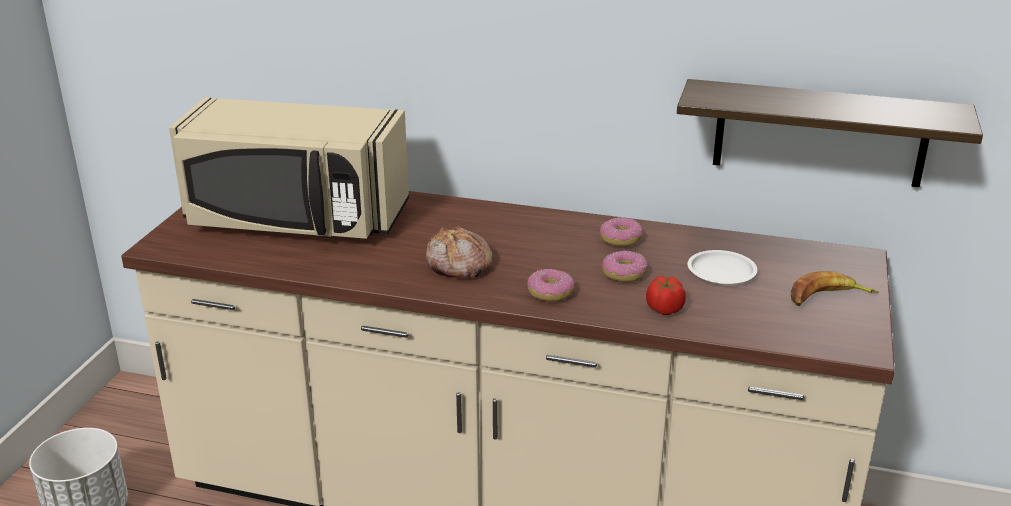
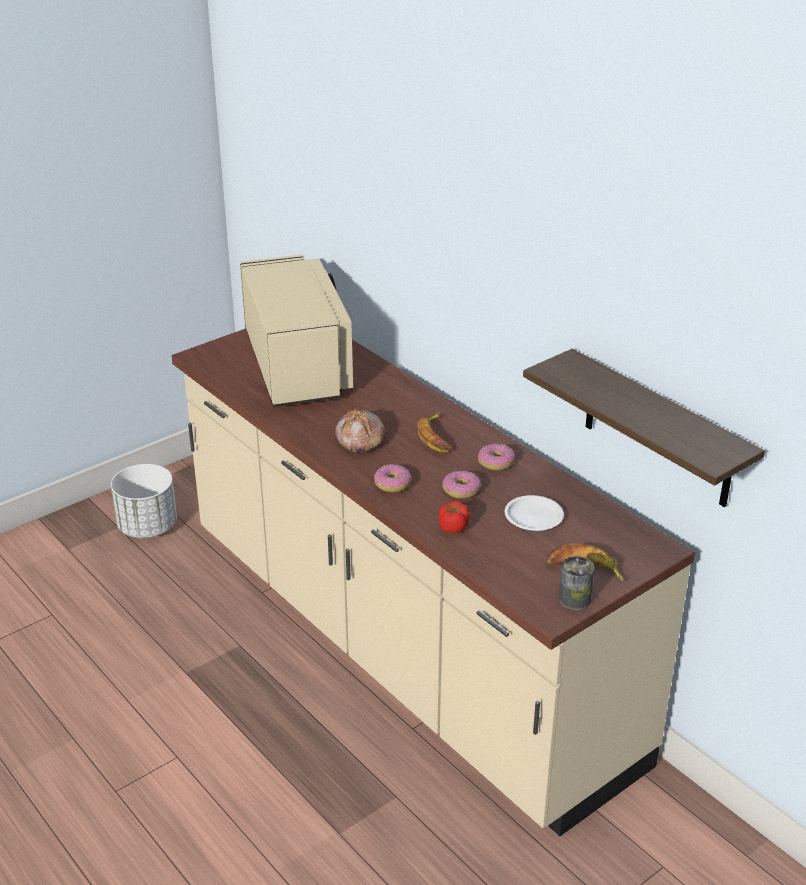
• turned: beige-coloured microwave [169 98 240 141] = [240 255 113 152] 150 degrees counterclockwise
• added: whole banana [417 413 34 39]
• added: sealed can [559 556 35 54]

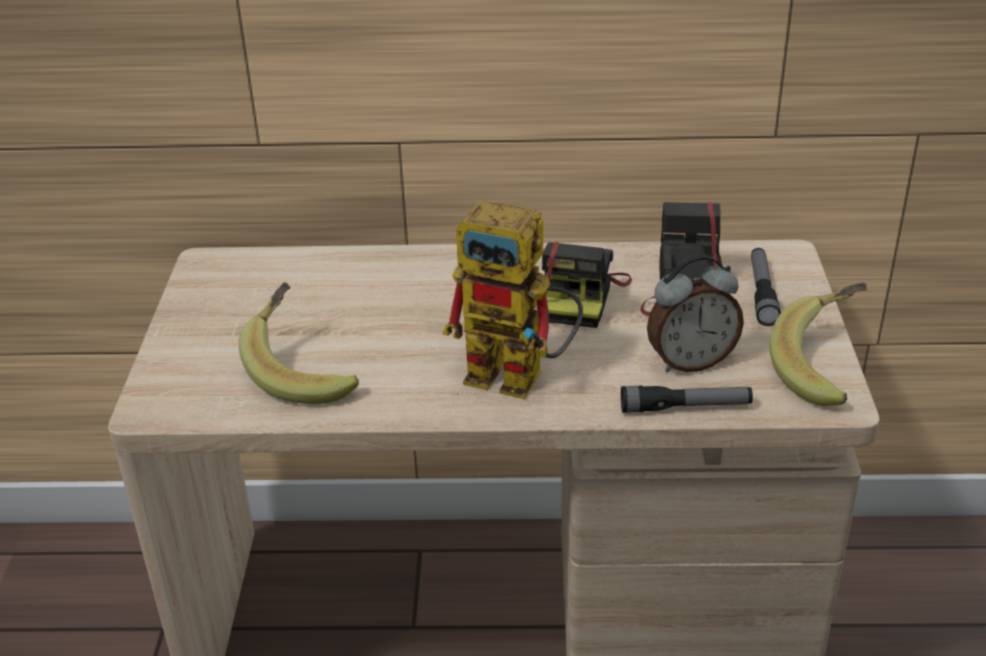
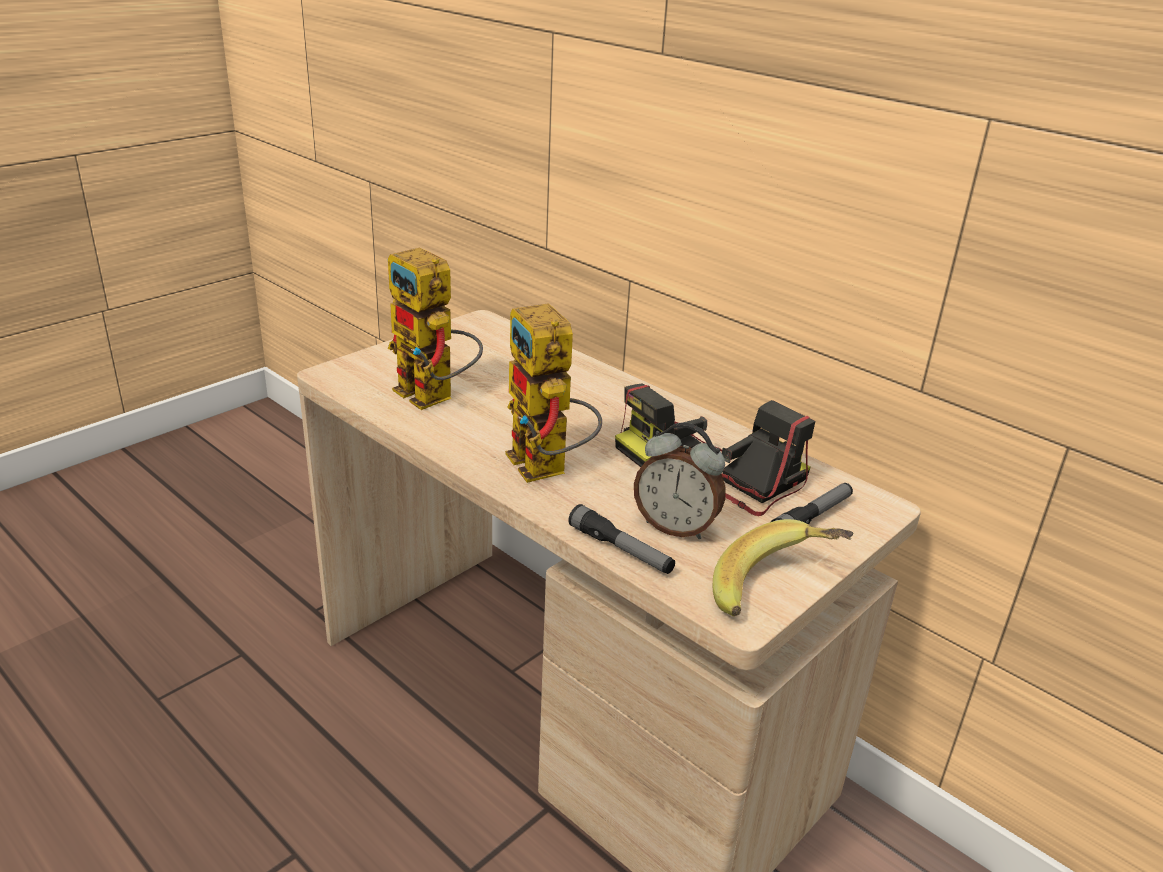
• replaced: whole banana [239 282 120 122] to toy robot [388 247 95 163]

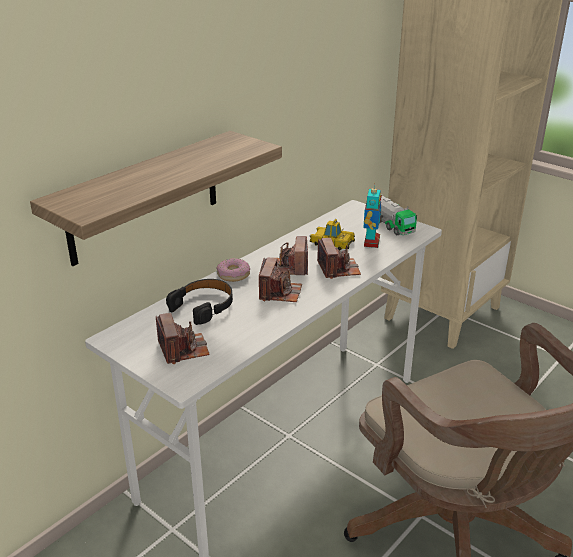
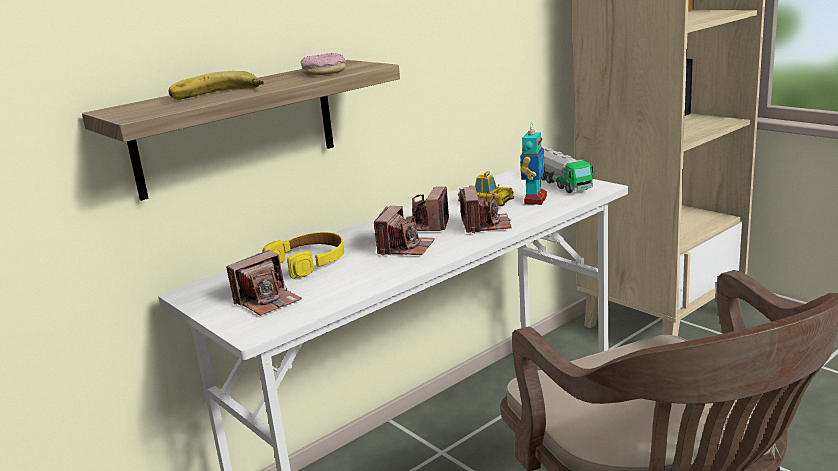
• turned: still camera [156 313 54 51] = [226 250 76 66] 60 degrees clockwise
• recoloured: black headphones [166 279 67 46] to yellow-coloured headphones [262 232 82 47]
• moved: ring doughnut [216 258 34 24] to [301 53 45 23]
• added: whole banana [169 71 95 29]

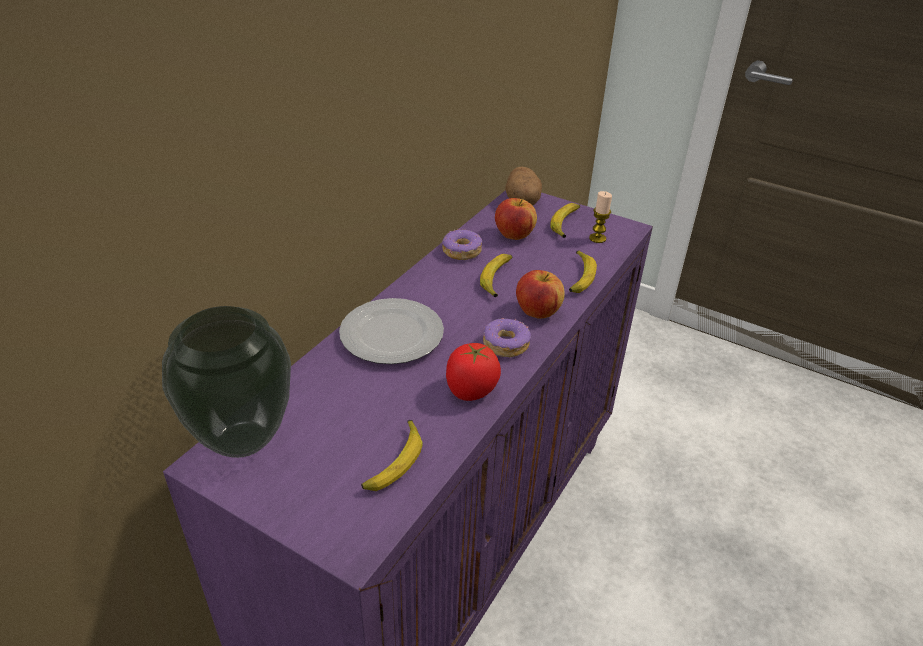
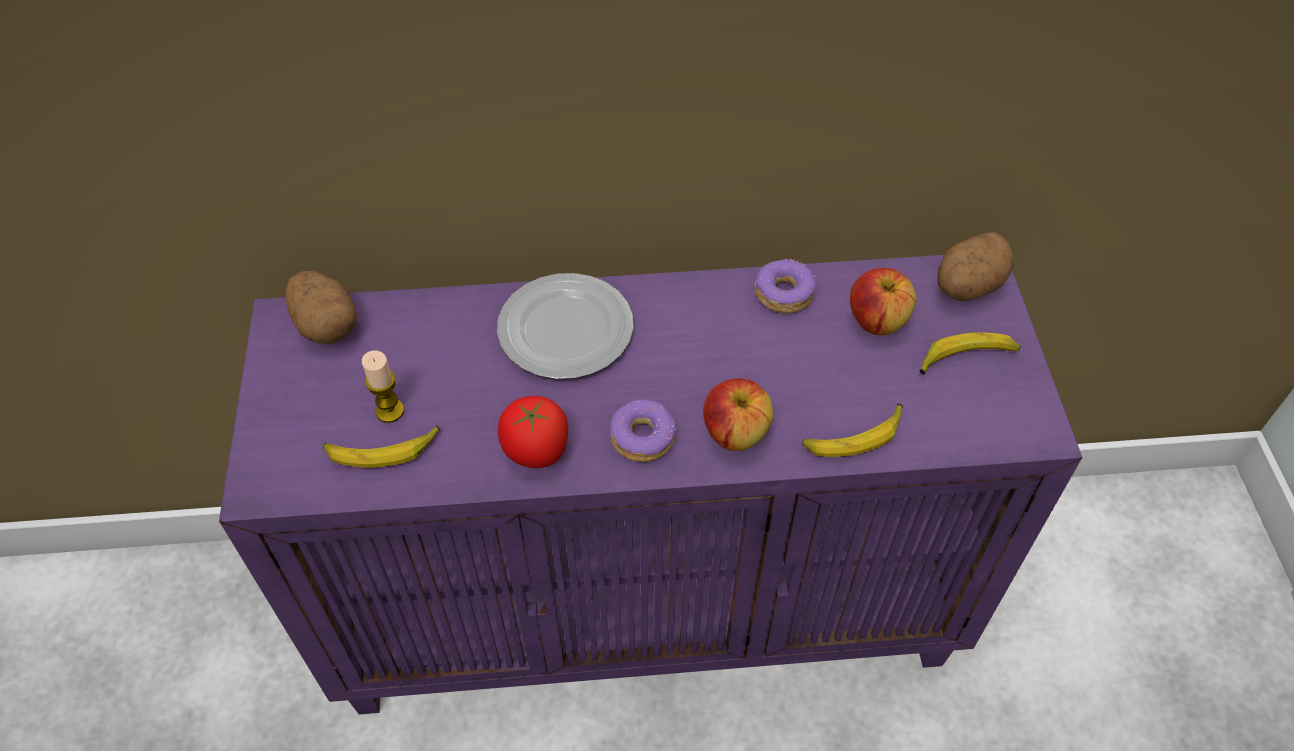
• replaced: decorative vase [162 306 129 152] to whole potato [285 271 72 73]
• removed: whole banana [480 254 33 43]
• moved: wax candle [589 191 23 52] to [362 350 42 73]

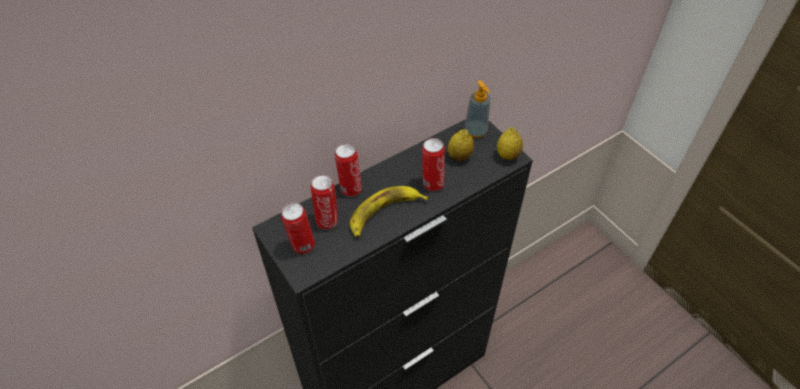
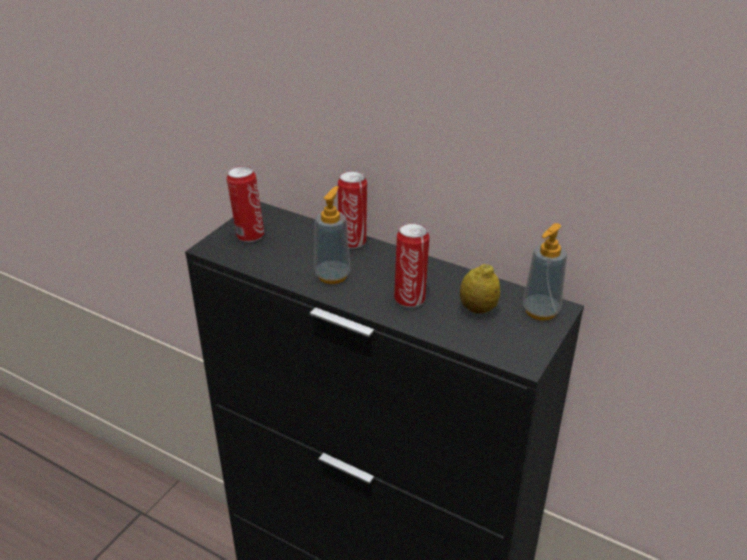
• removed: sealed can [311 175 27 55]
• replaced: whole banana [350 186 78 51] to liquid soap bottle [314 186 36 98]
• removed: whole lemon [497 127 26 33]

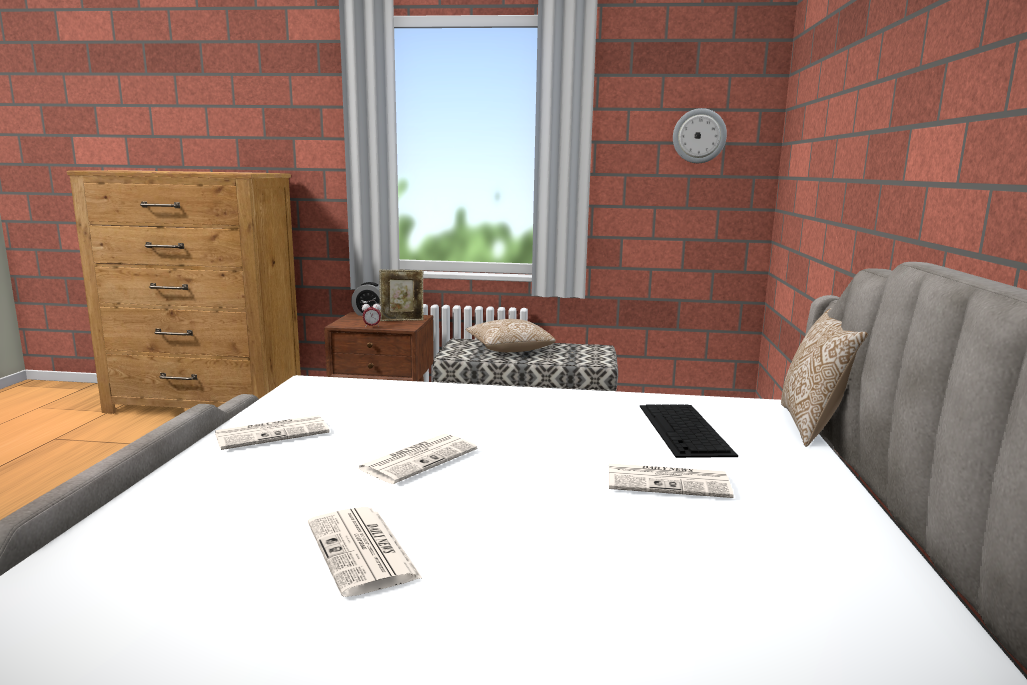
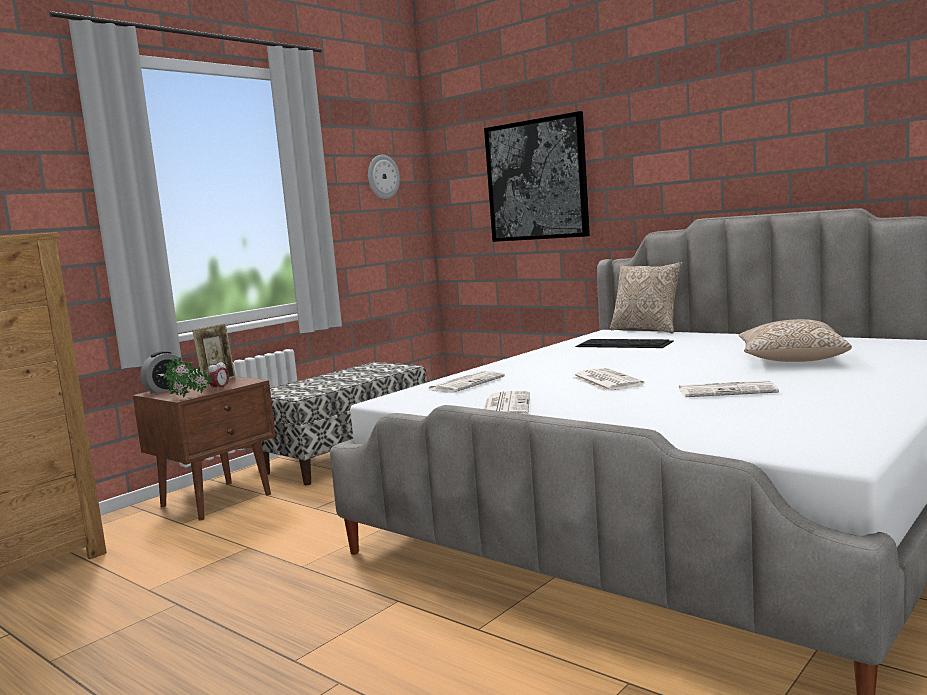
• moved: pillow [466 319 90 33] to [739 319 113 43]
• moved: daily paper [609 463 125 35] to [428 371 77 22]
• added: houseplant [164 357 49 40]
• added: wall art [484 111 106 131]

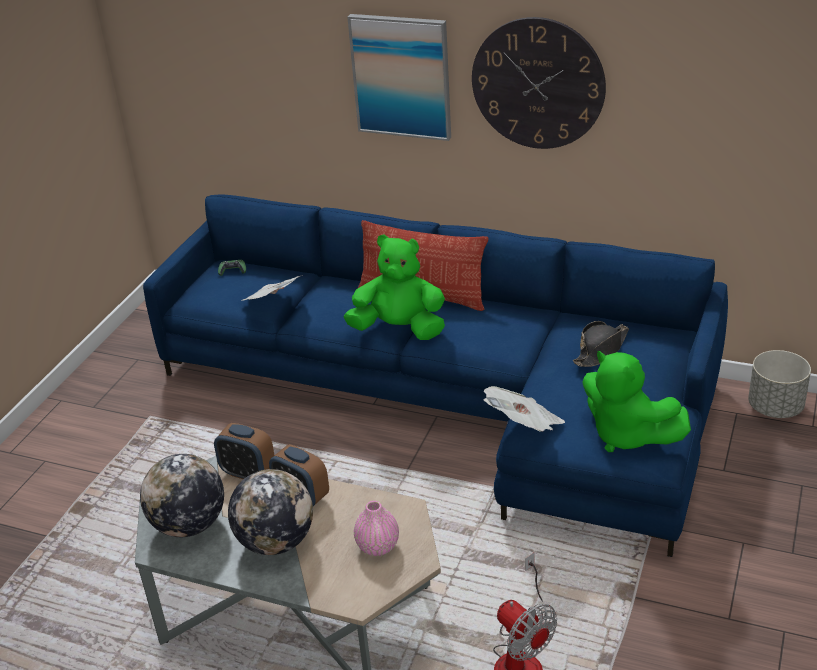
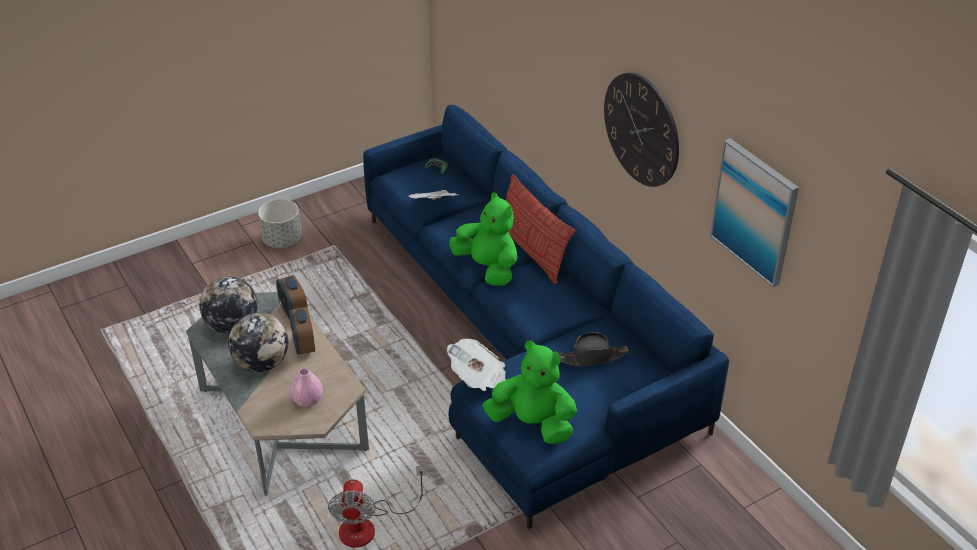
• moved: wall art [347 14 104 127] to [710 138 89 149]
• turned: greenish cuddly toy [582 351 109 101] = [482 341 95 103] 120 degrees clockwise
• moved: gray plant pot [748 350 63 68] to [258 199 44 49]

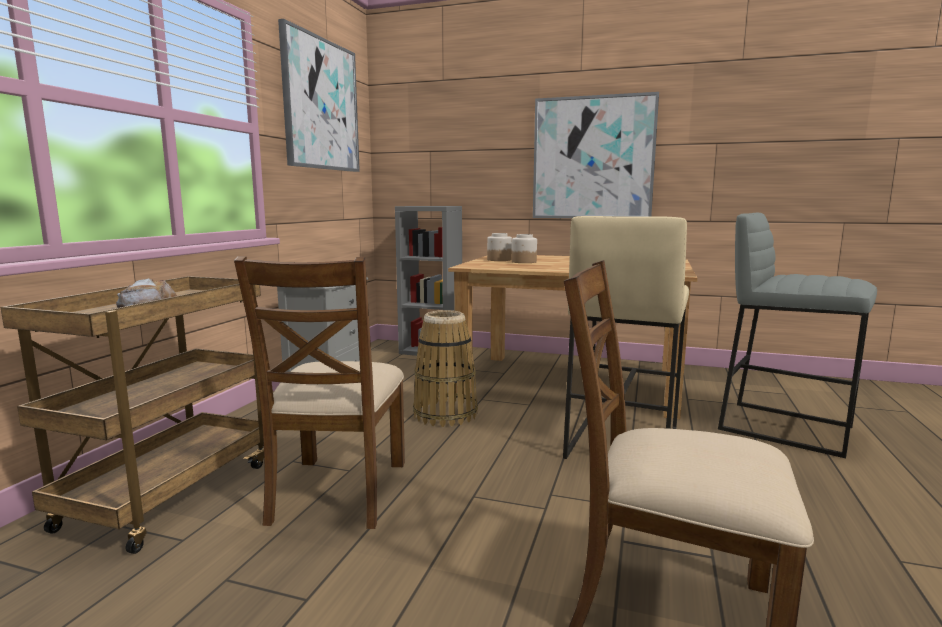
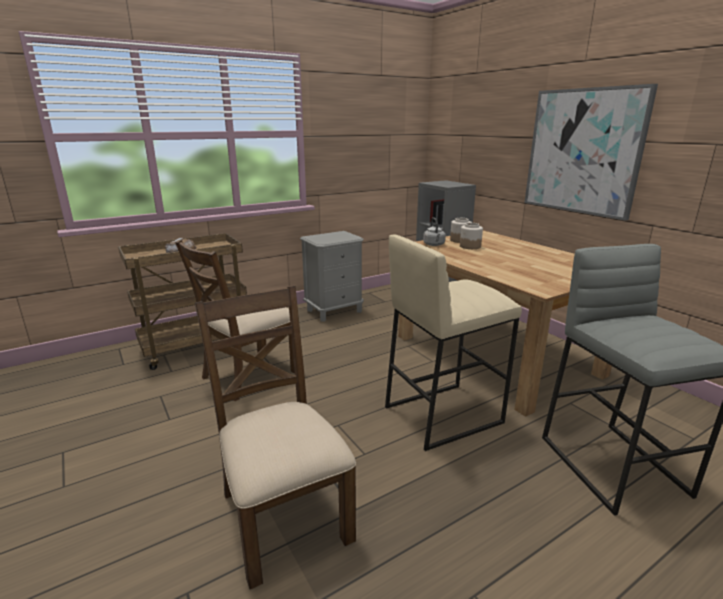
• removed: wall art [278 19 82 153]
• removed: basket [413 310 65 117]
• added: gray water kettle [423 217 23 29]

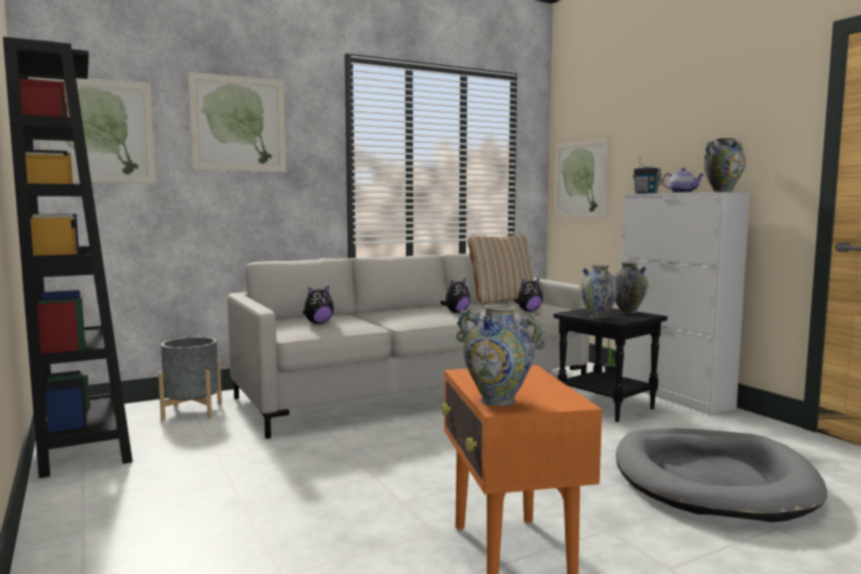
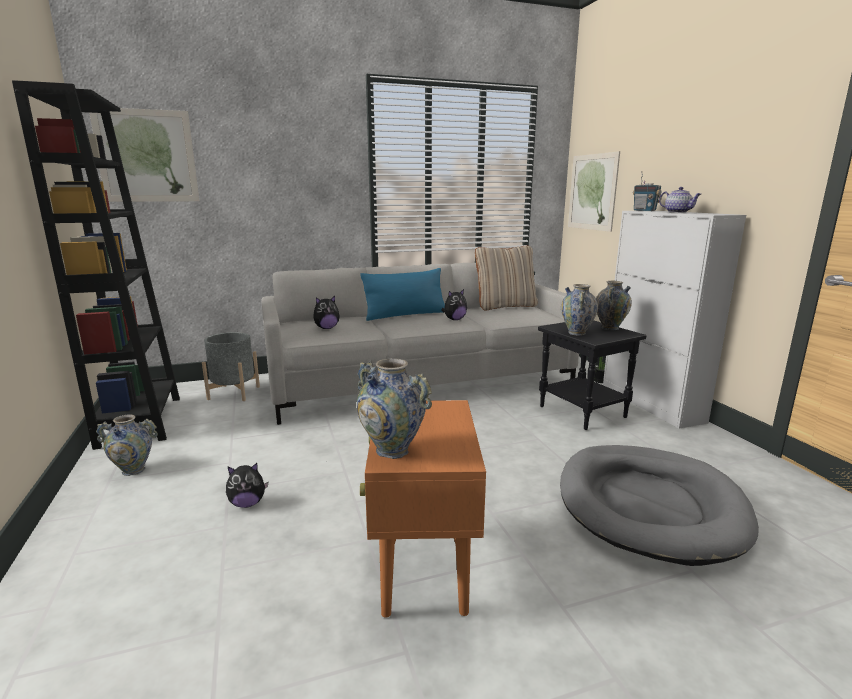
• removed: wall art [188 72 98 100]
• moved: cuddly toy [514 278 29 34] to [226 463 43 45]
• moved: decorative vase [704 138 42 54] to [96 414 62 62]
• added: blue-coloured pillow [360 268 85 53]

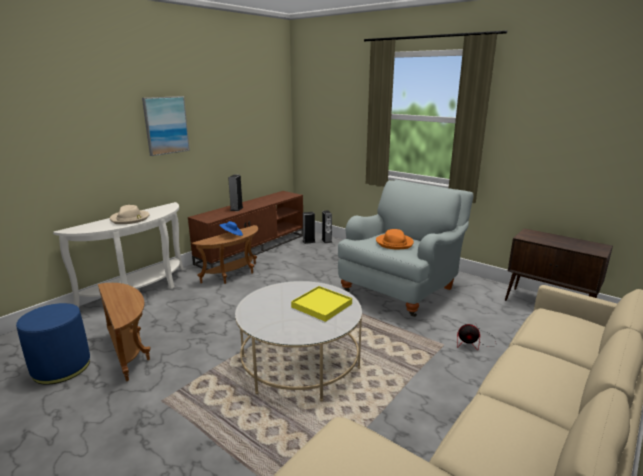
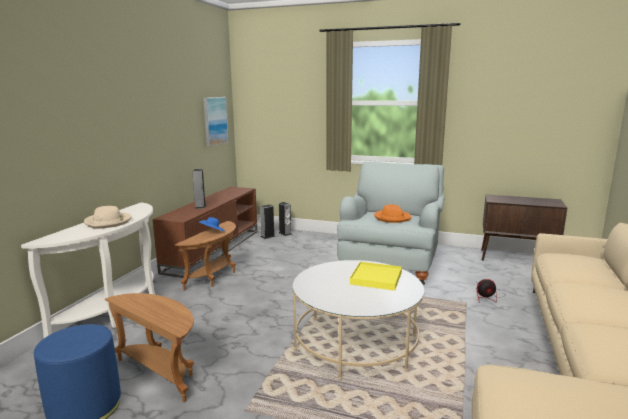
• moved: wall art [142 96 48 60] to [203 97 26 50]

